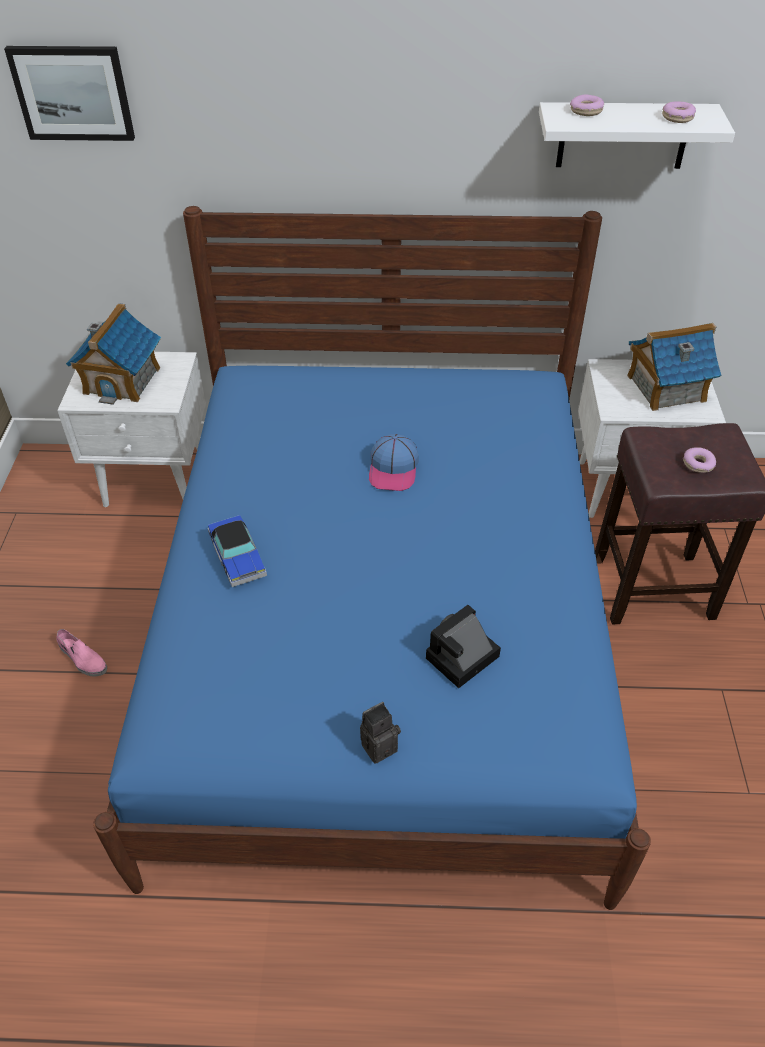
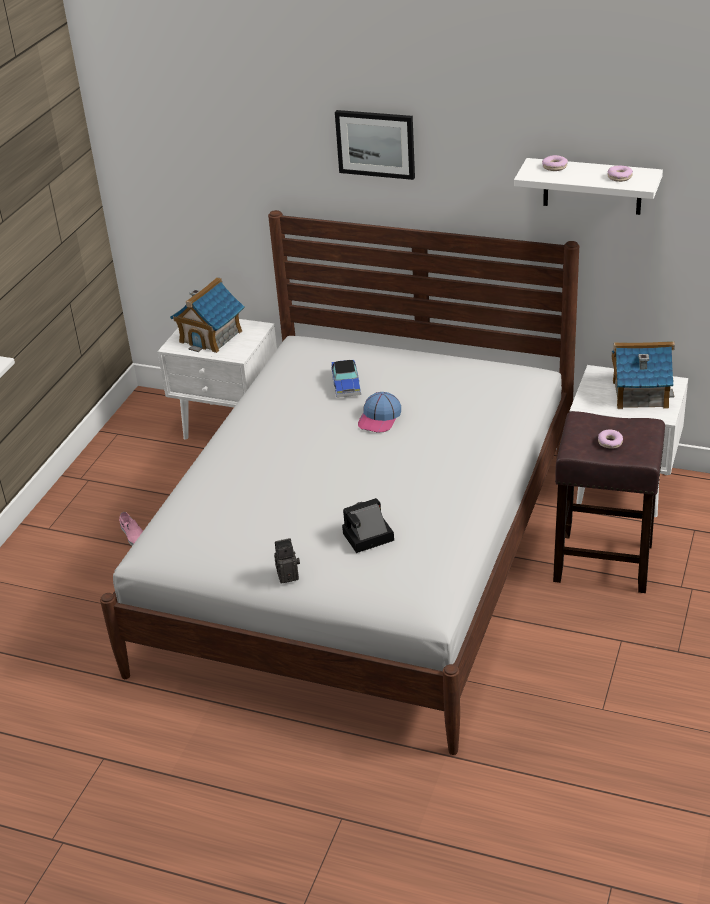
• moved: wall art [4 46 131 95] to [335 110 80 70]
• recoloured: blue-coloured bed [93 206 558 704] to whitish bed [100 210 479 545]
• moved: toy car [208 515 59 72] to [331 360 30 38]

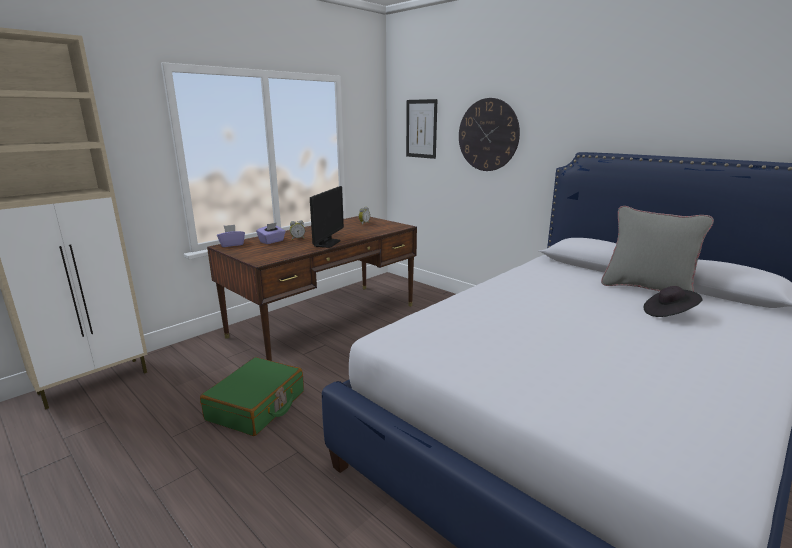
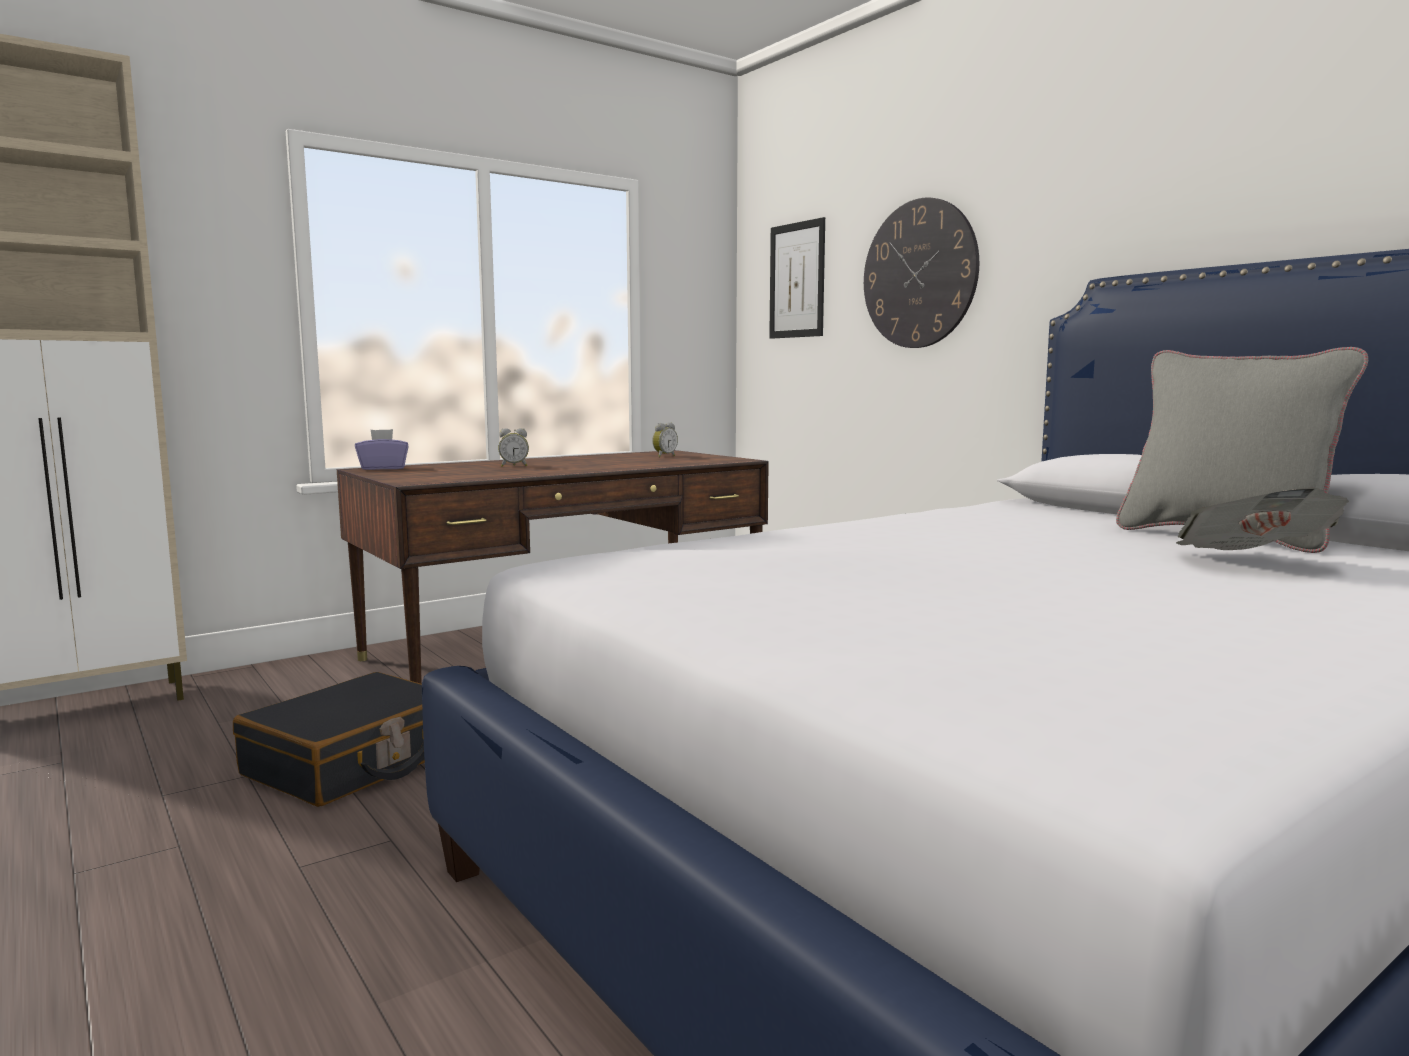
• recoloured: greenish travel case [200 357 104 79] to black travel case [233 672 192 135]
• removed: purple-coloured box of tissues [256 223 30 21]
• removed: monitor [310 186 34 62]
• replaced: black hat [643 286 59 31] to daily paper [1176 488 173 62]

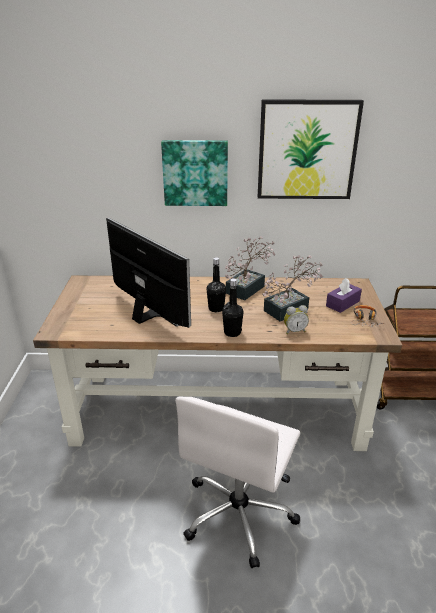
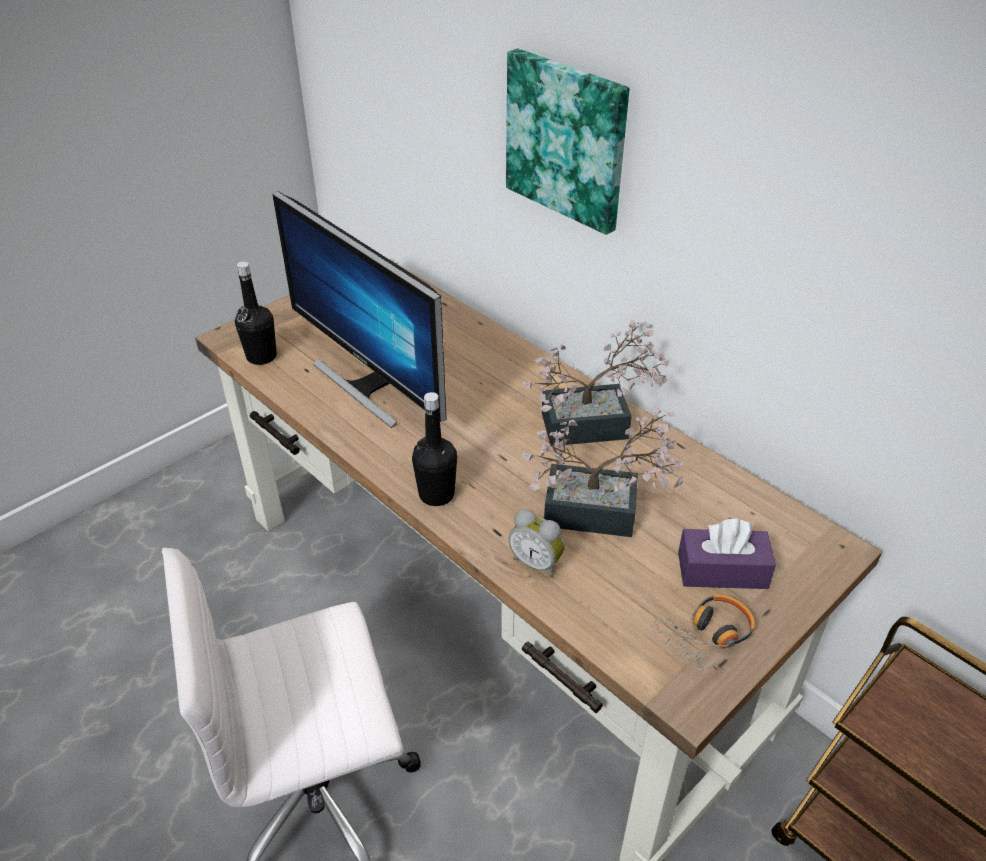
• turned: monitor [106 218 85 110] = [273 191 174 237] 135 degrees clockwise
• moved: black drink bottle [207 257 19 55] to [235 262 42 103]
• removed: wall art [258 99 106 100]

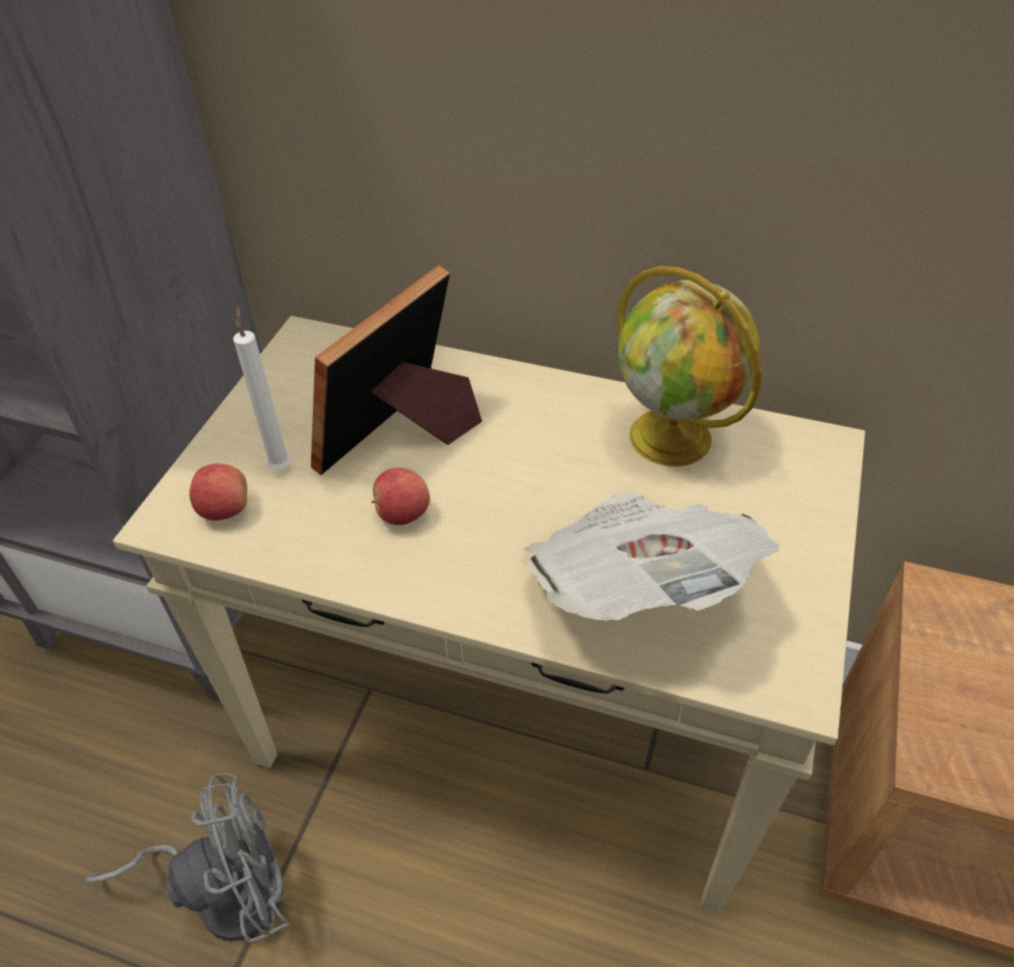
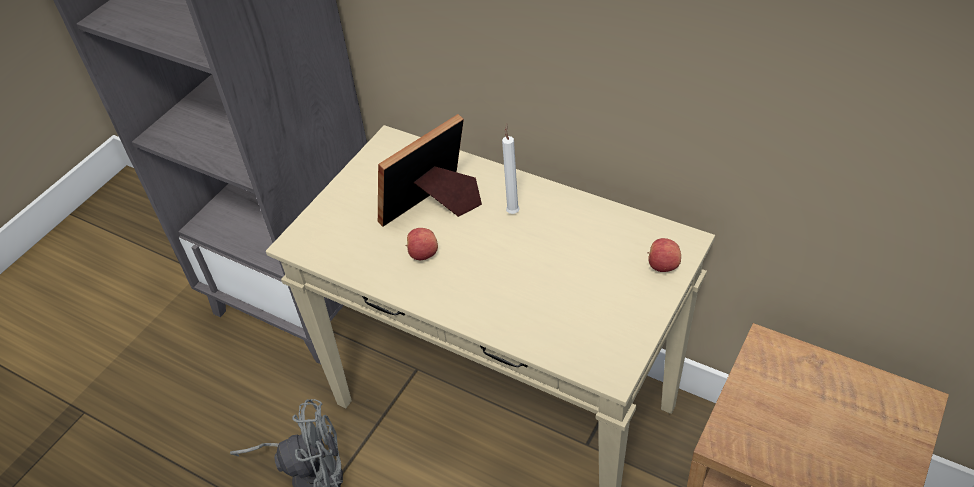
• moved: apple [189 464 58 57] to [647 238 34 34]
• moved: whitish wax candle [233 306 58 164] to [502 123 18 91]
• removed: daily paper [524 492 256 129]
• removed: world globe [617 266 145 201]

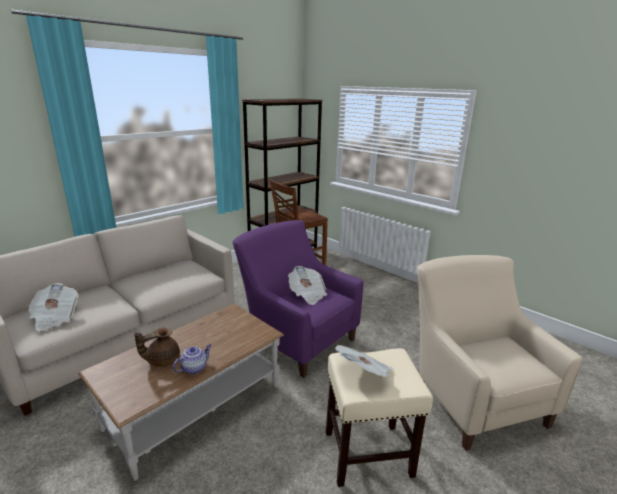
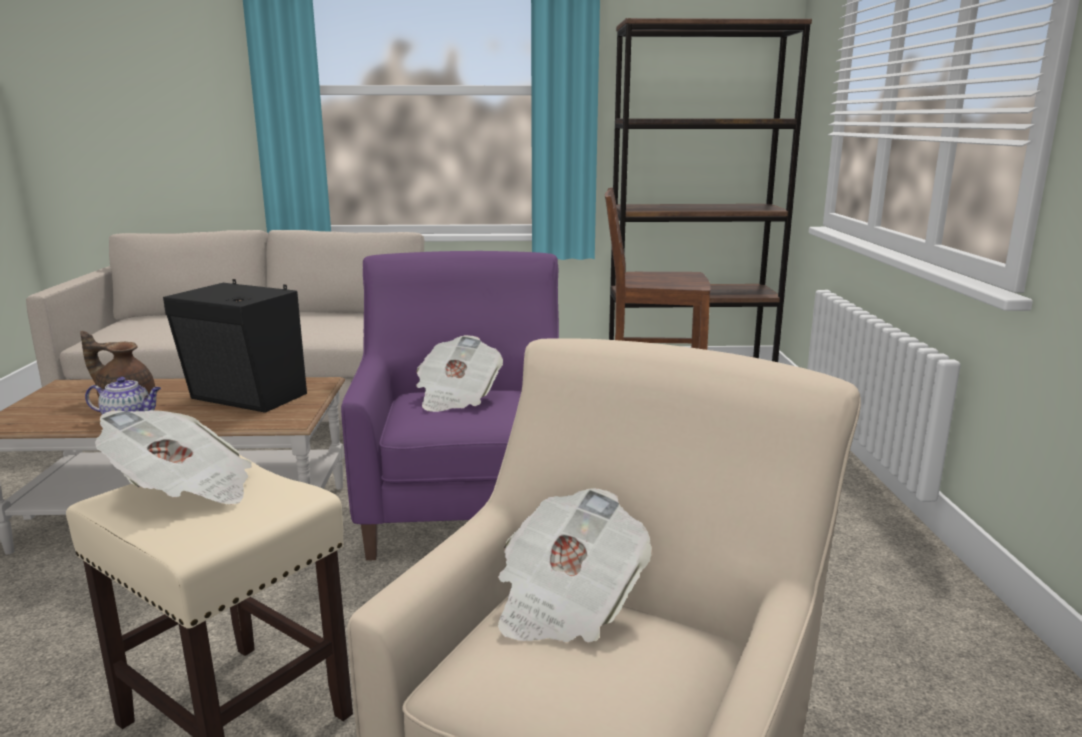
• moved: daily paper [28 283 51 48] to [498 488 154 155]
• added: black loudspeaker [163 279 144 134]

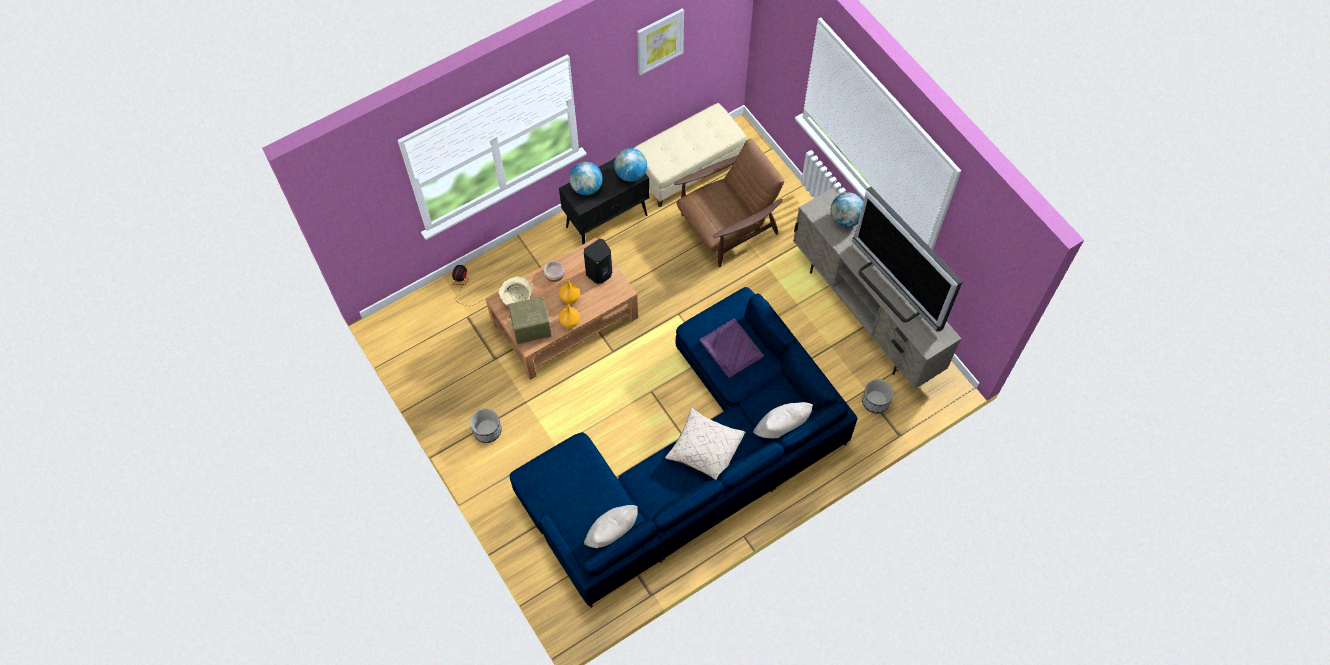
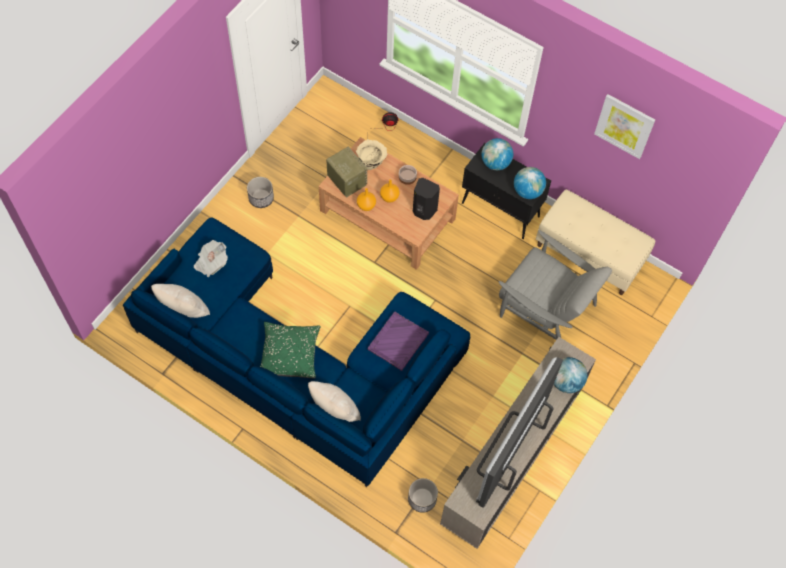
• recoloured: beige-coloured pillow [665 408 81 72] to greenish pillow [260 322 61 56]
• recoloured: brown armchair [674 139 110 128] to gray armchair [499 230 113 110]
• added: daily paper [194 240 34 37]

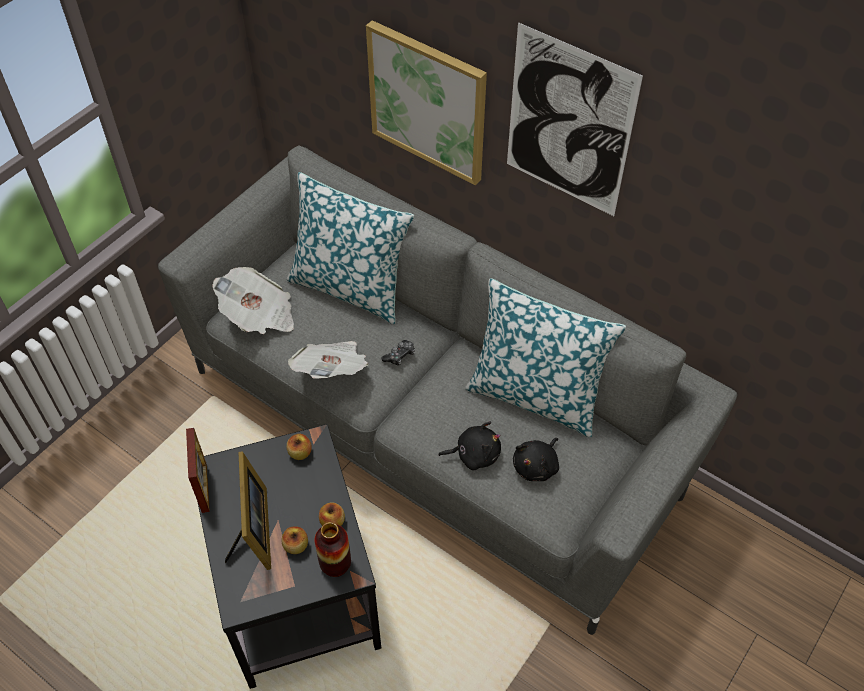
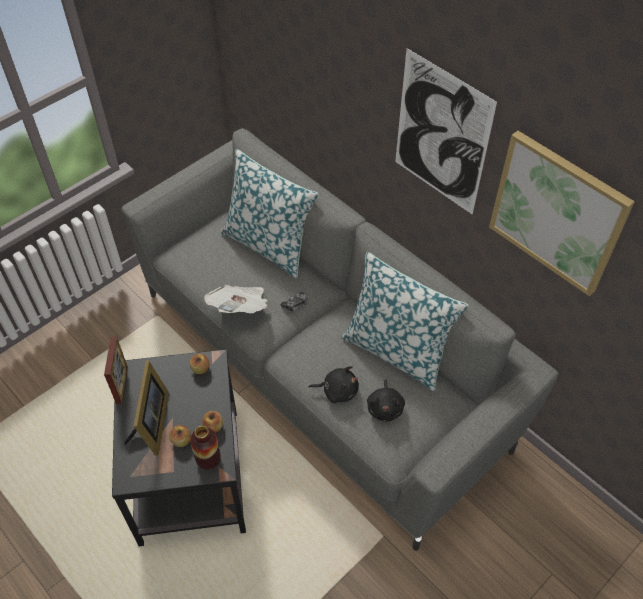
• removed: daily paper [213 267 81 67]
• moved: wall art [366 20 121 165] to [489 131 146 165]
• turned: black cuddly toy [513 438 46 43] = [367 380 38 42] 45 degrees counterclockwise

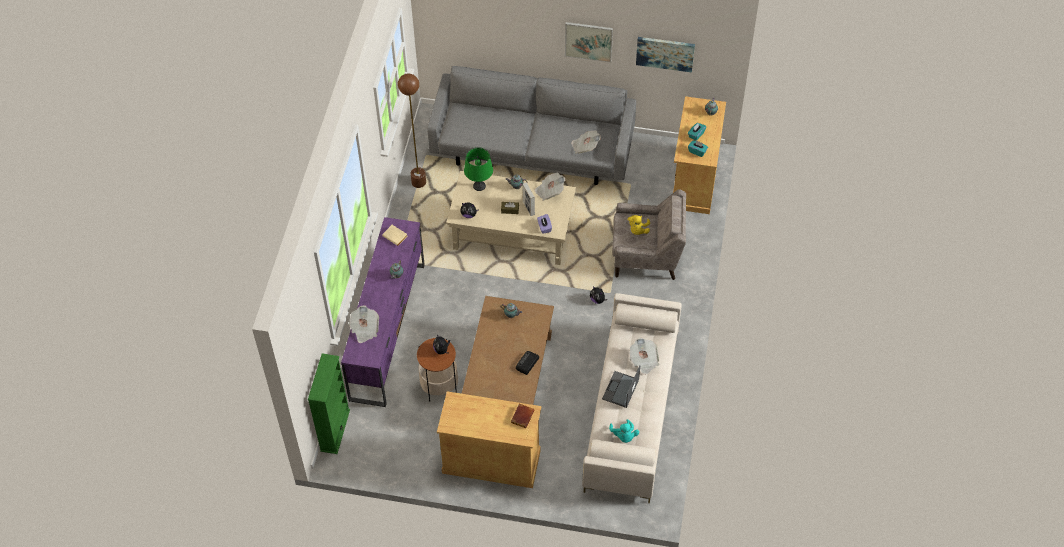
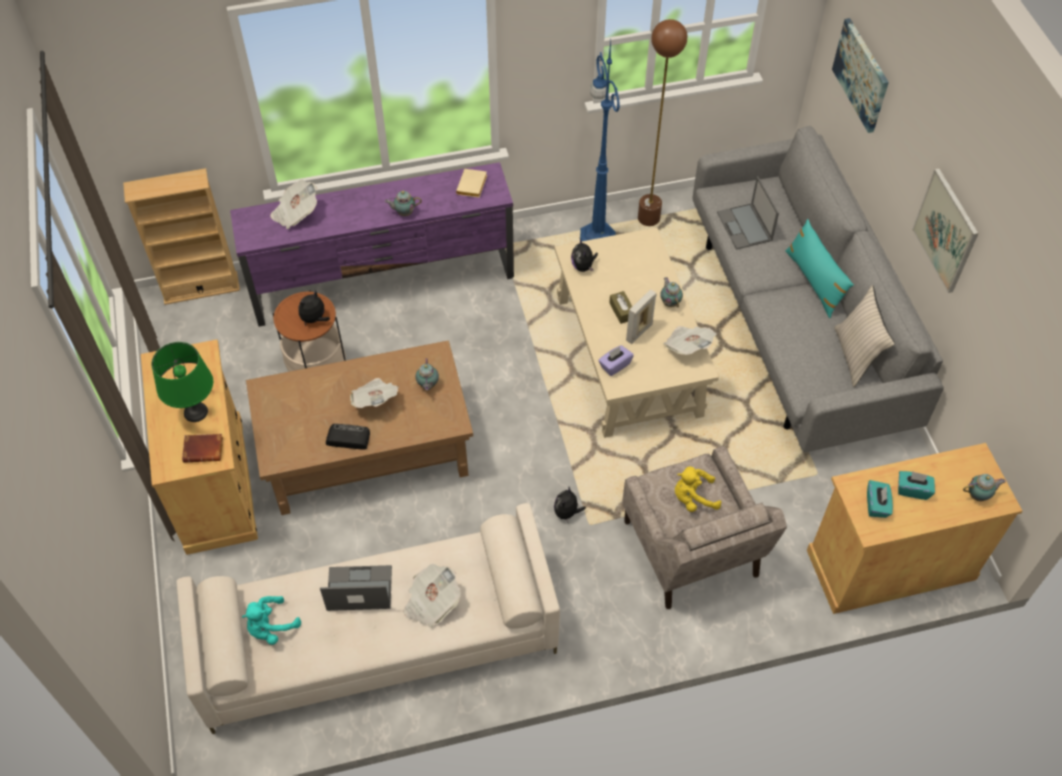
• recoloured: greenish bookcase [308 353 42 101] to beige-coloured bookcase [123 168 117 137]
• moved: greenish tabletop lamp [464 147 29 44] to [152 342 61 80]
• moved: daily paper [571 130 30 24] to [350 378 49 30]
• moved: wall art [636 37 59 35] to [832 18 57 115]
• added: blue-coloured floor lamp [580 41 40 200]
• added: laptop [717 176 62 74]
• added: blue-green pillow [785 219 69 99]
• added: beige-coloured pillow [834 285 61 102]

